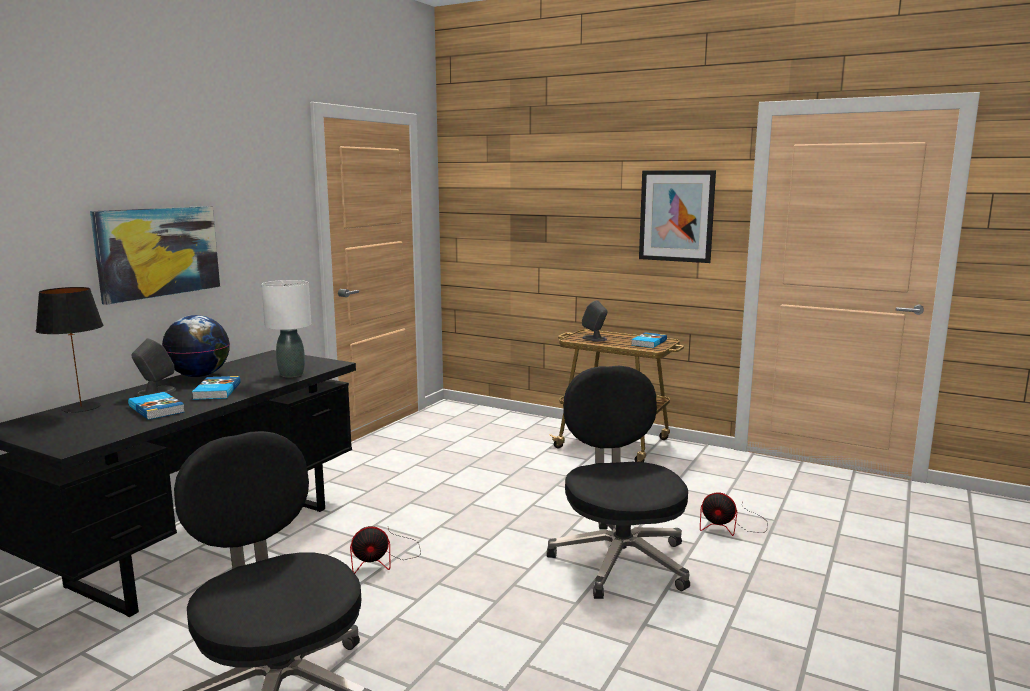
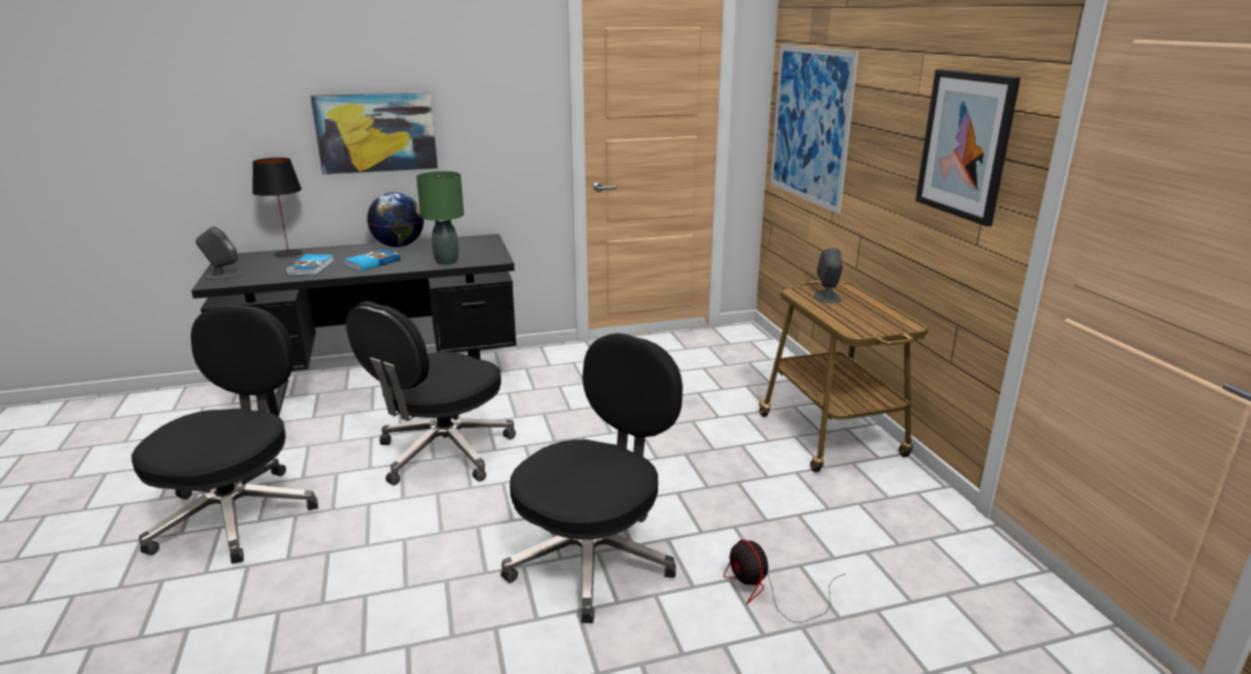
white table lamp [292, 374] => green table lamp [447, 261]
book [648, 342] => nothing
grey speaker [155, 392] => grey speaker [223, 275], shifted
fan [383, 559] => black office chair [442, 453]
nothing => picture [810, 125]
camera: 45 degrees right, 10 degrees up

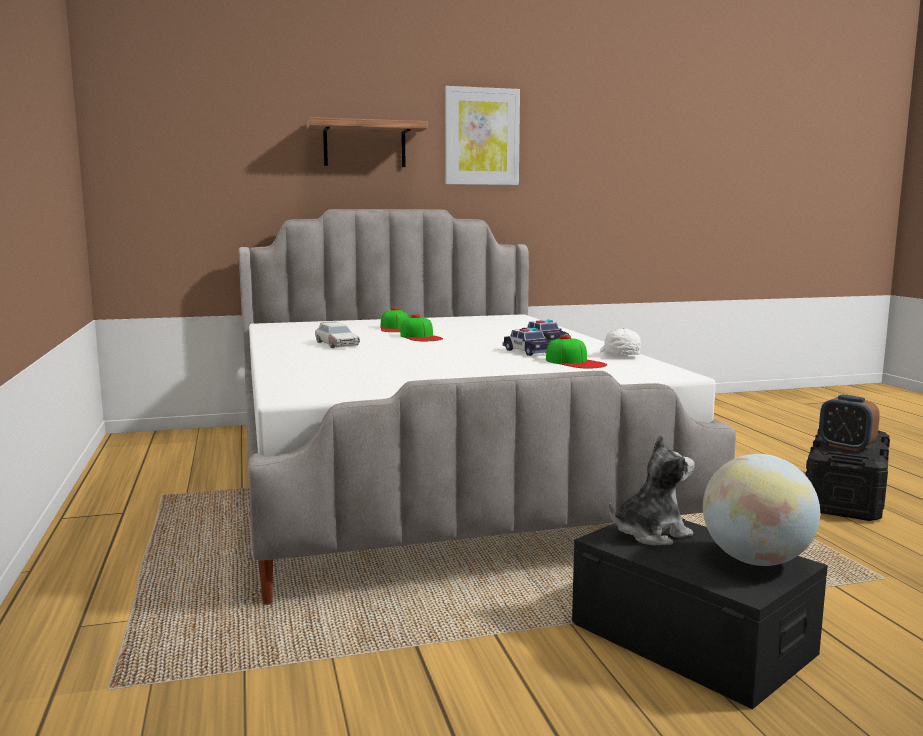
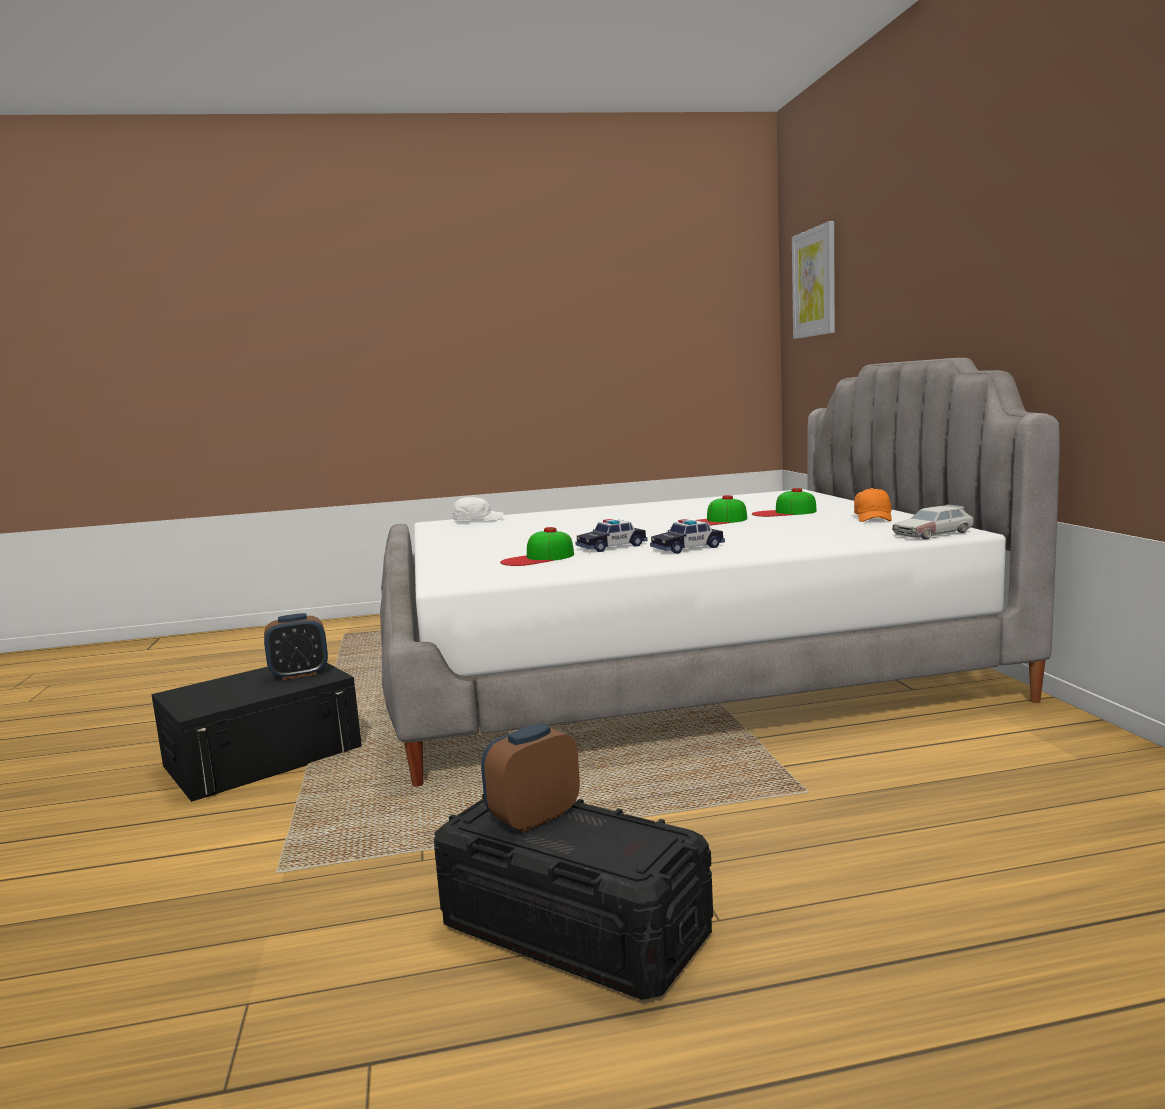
picture [482, 137] => picture [814, 283], shifted
shelf [364, 145] => nothing
toy car [336, 344] => toy car [933, 534], shifted
white cap [619, 355] => white cap [477, 520], shifted
plush toy [650, 533] => alarm clock [299, 674]
globe [756, 560] => nothing
nothing => orange cap [873, 518]
camera: 95 degrees right, 0 degrees up

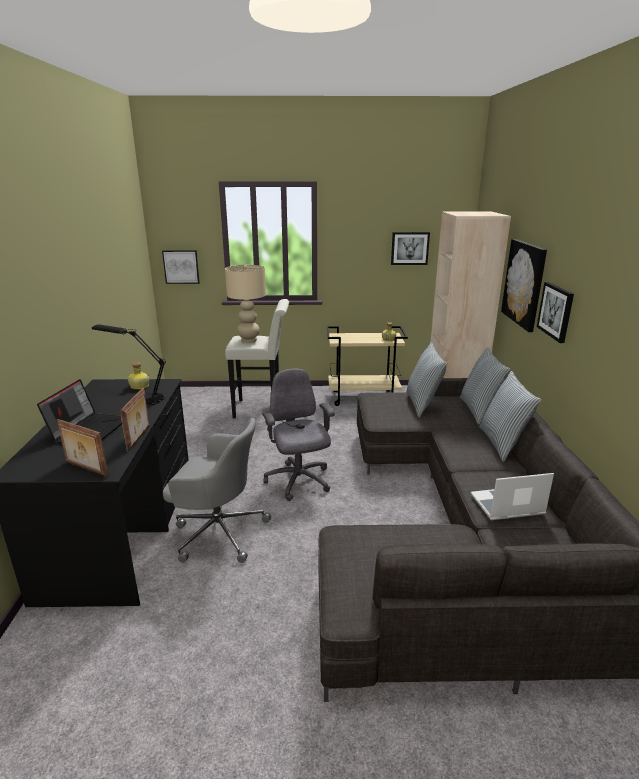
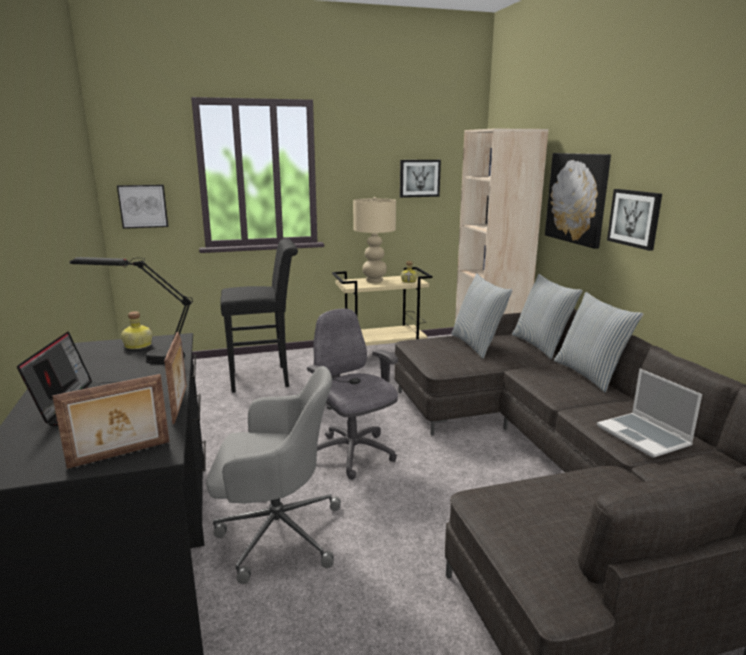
beige table lamp [248, 340] => beige table lamp [374, 280], shifted
white stool [262, 409] => black stool [265, 378]
picture frame [86, 469] => picture frame [120, 455], 45 degrees counterclockwise
laptop [506, 505] => laptop [644, 436], 90 degrees counterclockwise
camera: 15 degrees left, 5 degrees down

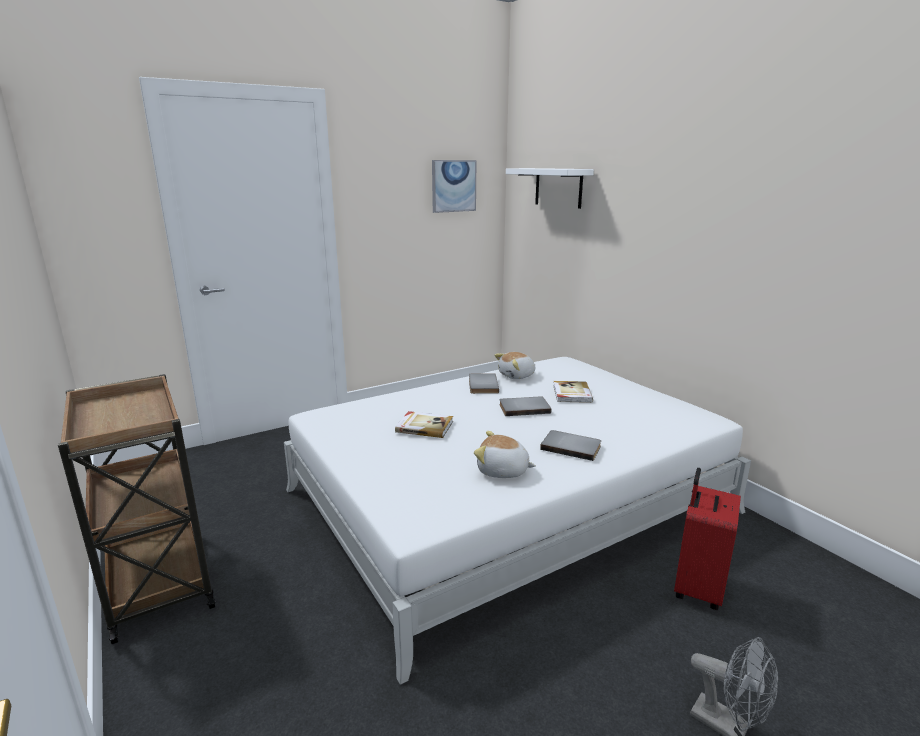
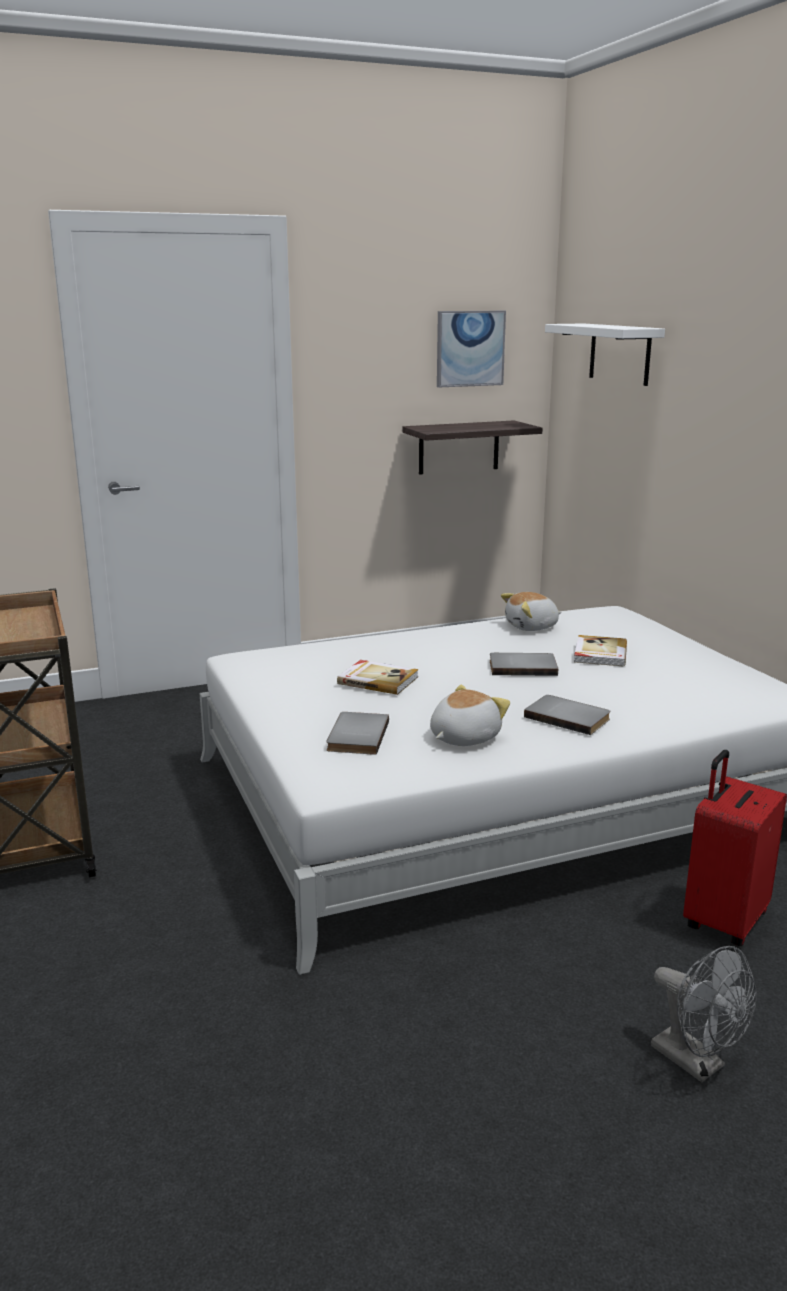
grey book [481, 385] => grey book [355, 736], shifted
plush toy [502, 471] => plush toy [463, 737], 105 degrees clockwise
nothing => shelf [459, 447]
camera: 10 degrees right, 0 degrees up

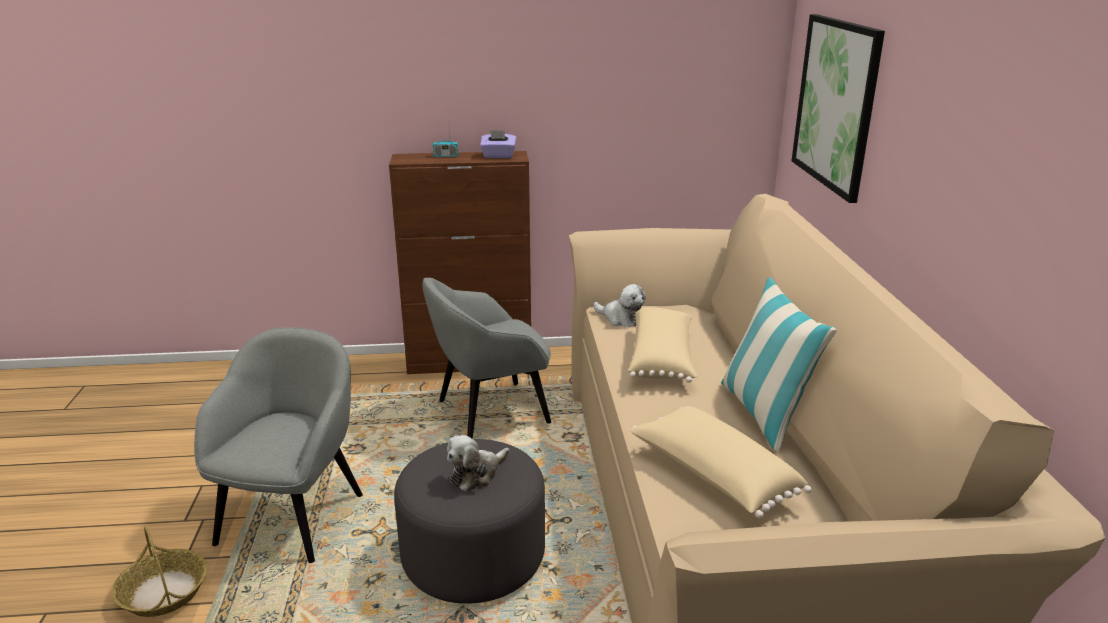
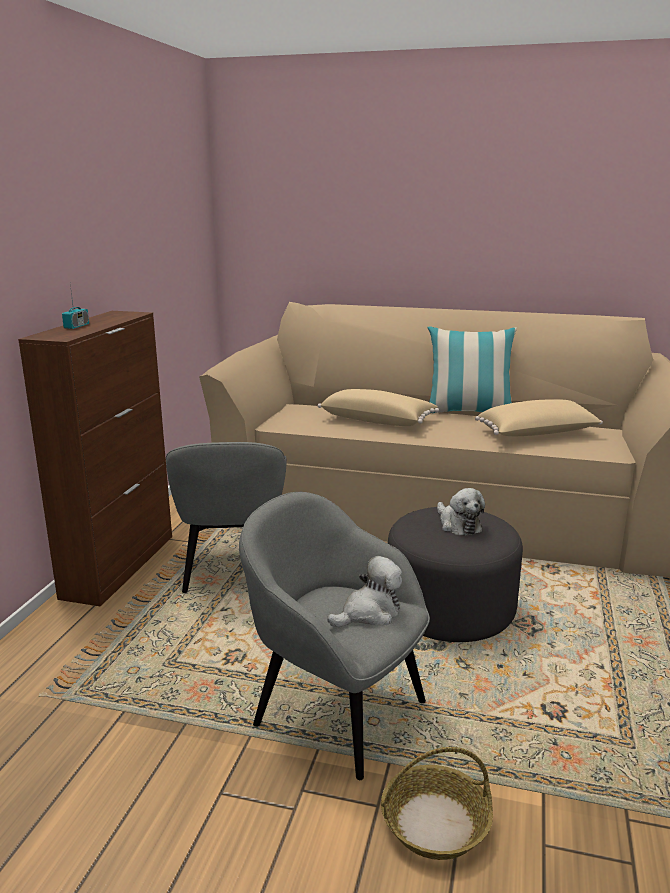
picture [836, 104] => nothing
purple tissue box [498, 156] => nothing
plush toy [621, 318] => plush toy [369, 613], shifted
camera: 70 degrees left, 5 degrees down

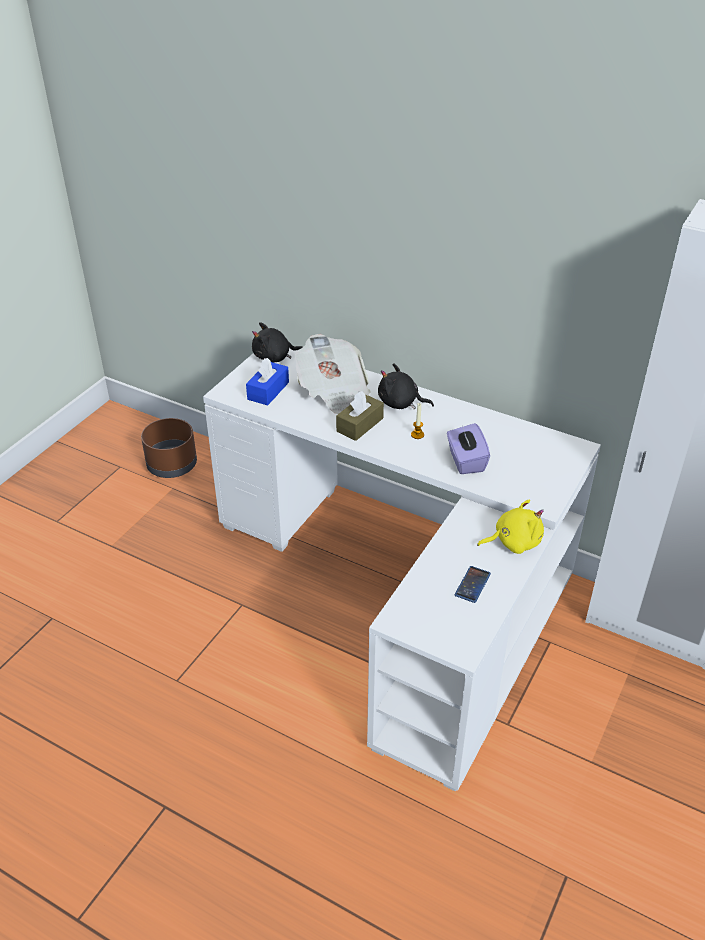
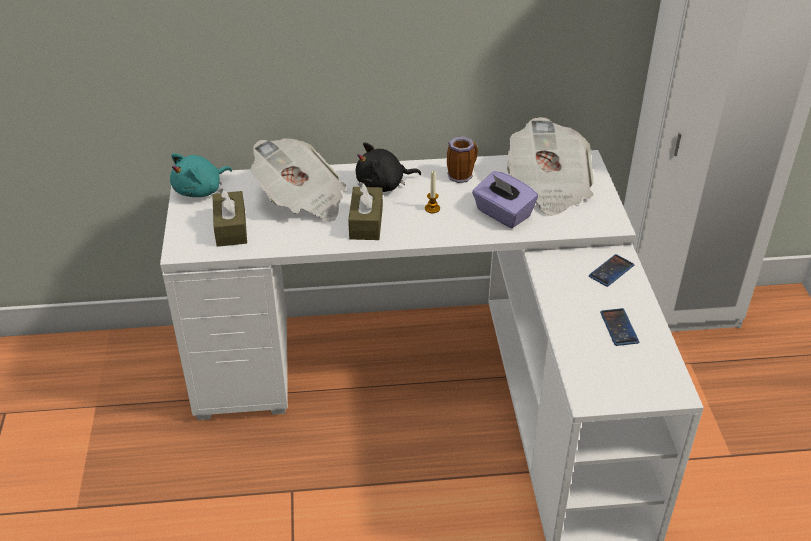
black plush toy [274, 357] => turquoise plush toy [200, 190]
blue tissue box [268, 391] => brown tissue box [231, 228]
brown planter [172, 465] => nothing
yellow plush toy [513, 542] => phone [611, 271]
nothing => newspaper [548, 187]
nothing => mug [461, 175]
camera: 35 degrees left, 0 degrees up

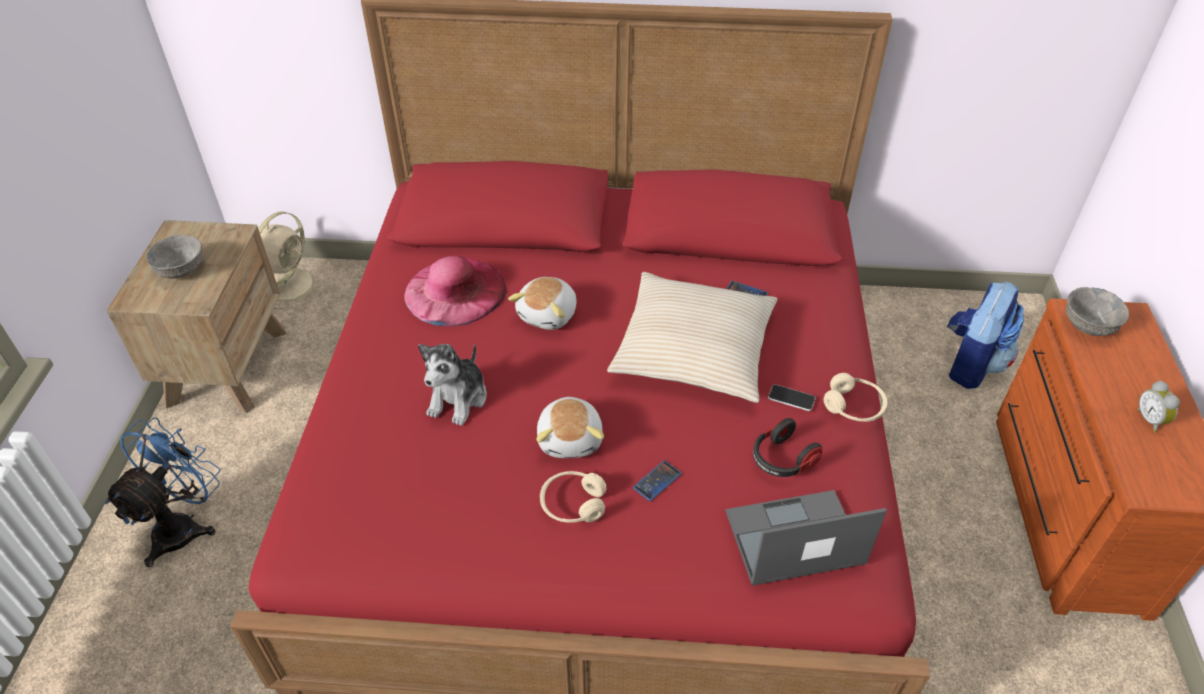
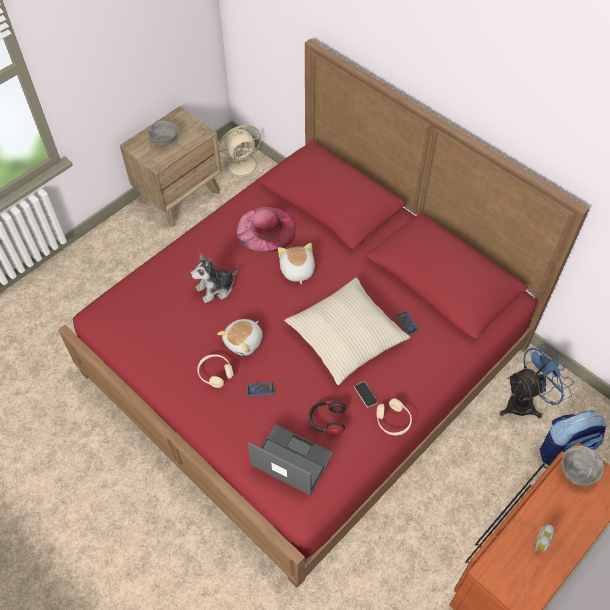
plush toy [549, 314] => plush toy [297, 270], 105 degrees clockwise
blue fan [184, 525] => blue fan [526, 402], shifted
camera: 40 degrees right, 10 degrees up

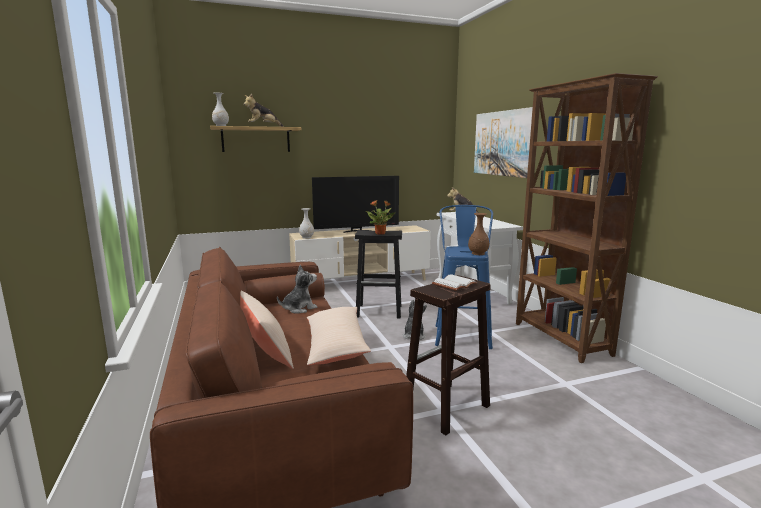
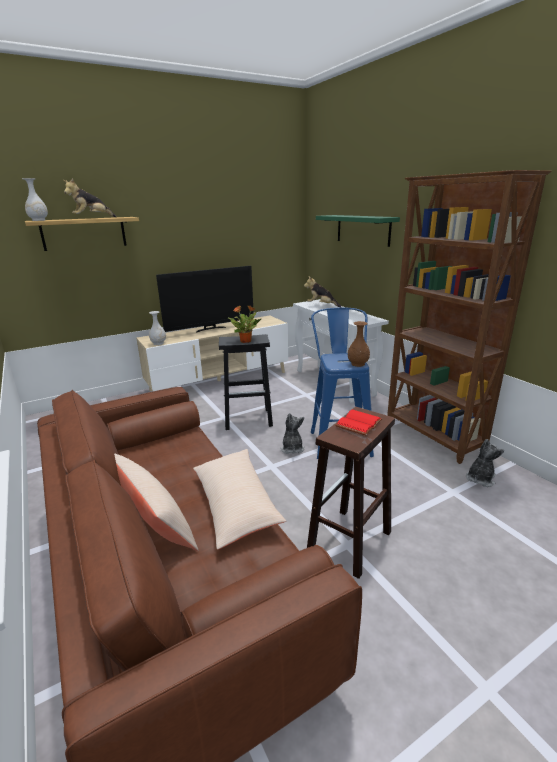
picture [503, 143] => green shelf [363, 229]
plush toy [299, 308] => plush toy [480, 479], shifted
white book [454, 284] => red book [359, 424]
camera: 10 degrees left, 10 degrees up

